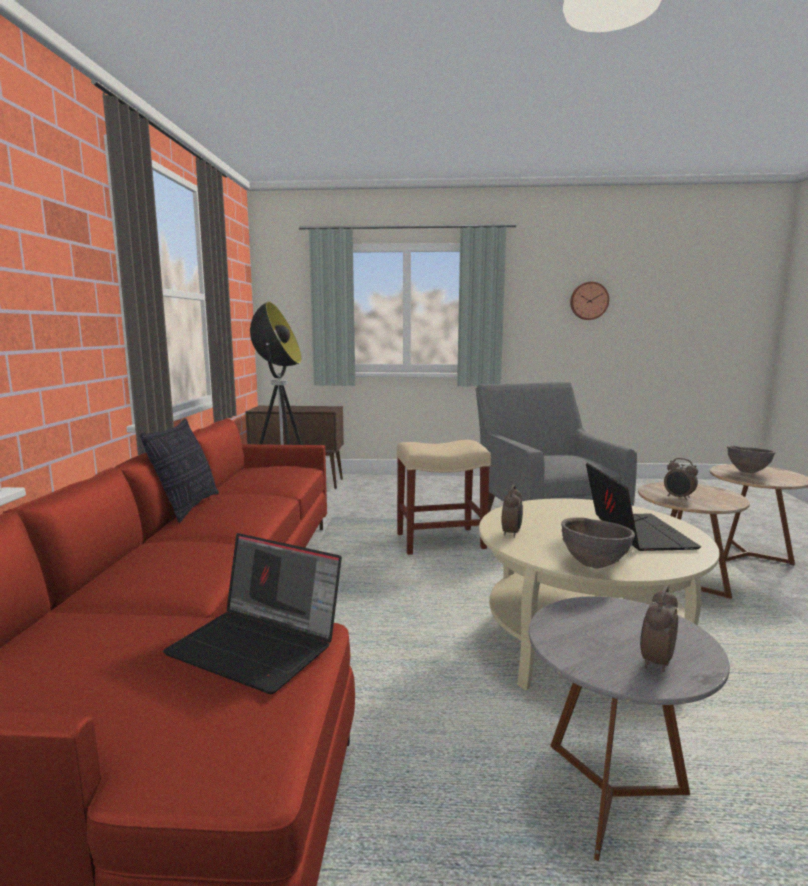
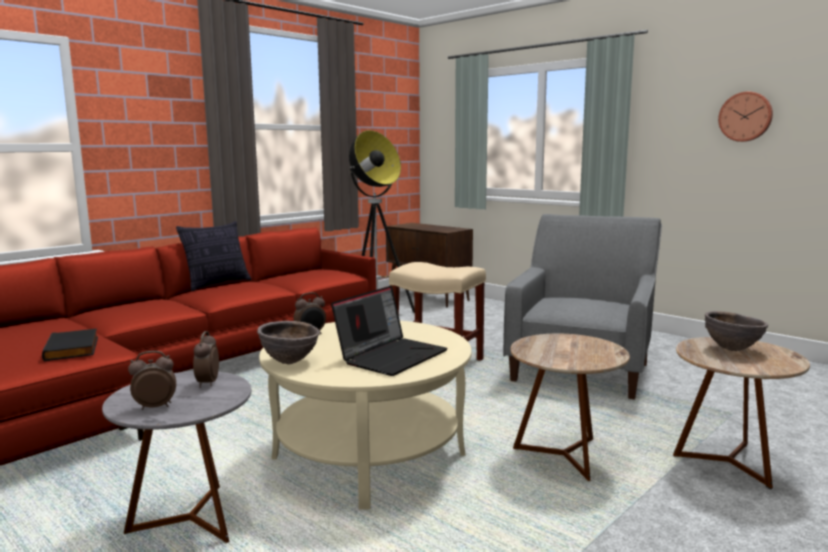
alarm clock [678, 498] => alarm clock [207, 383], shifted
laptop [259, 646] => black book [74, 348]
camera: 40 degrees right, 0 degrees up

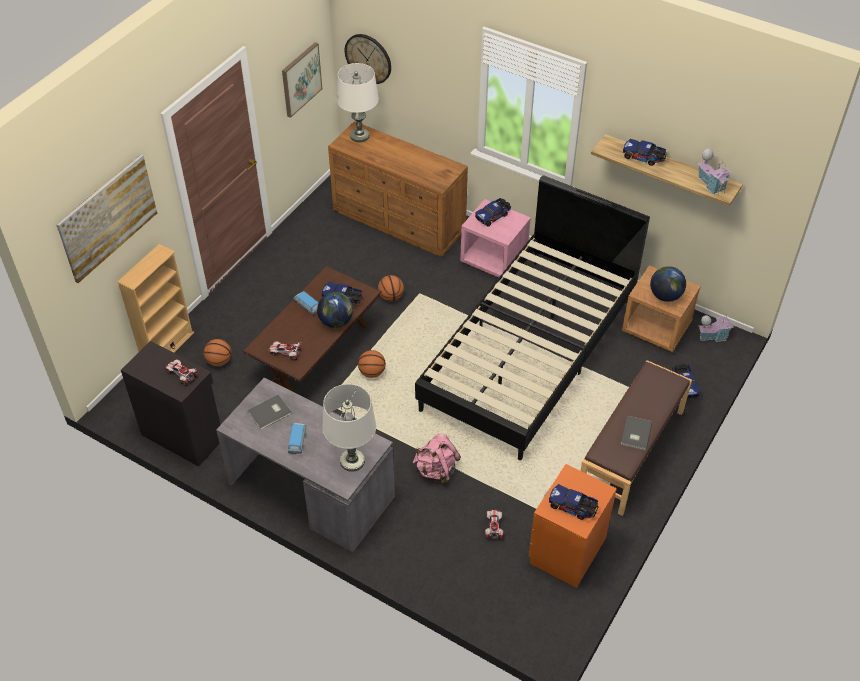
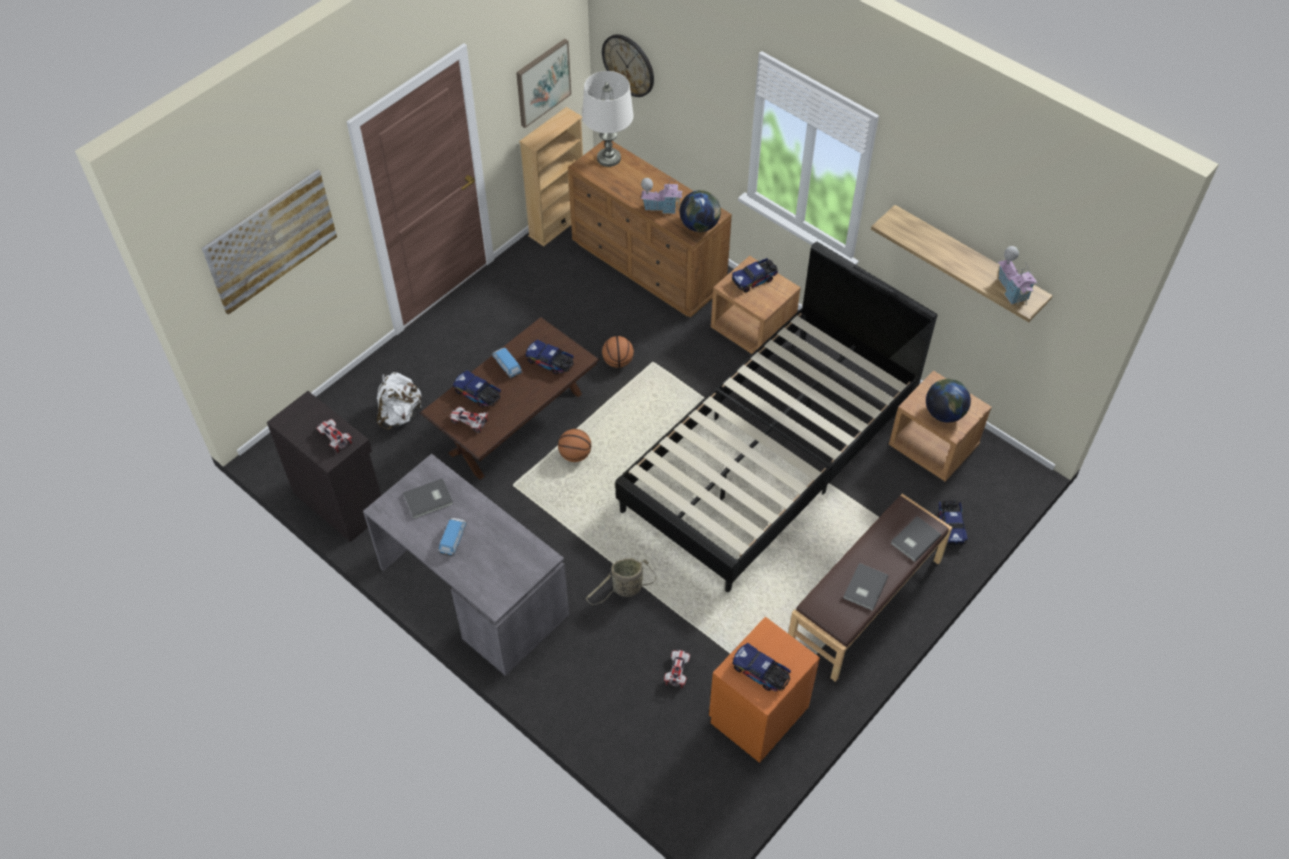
toy truck [644, 158] => toy truck [478, 395], shifted
pink nightstand [494, 259] => brown nightstand [753, 330]
beige bookcase [167, 347] => beige bookcase [557, 224], shifted
globe [336, 321] => globe [699, 225], shifted
toy house [712, 336] => toy house [661, 207], shifted
basketball [219, 361] => white backpack [400, 415]
white table lamp [352, 461] => nothing
pink backpack [436, 470] => basket [625, 589]
nothing => grey book [914, 539]
camera: 10 degrees right, 5 degrees up

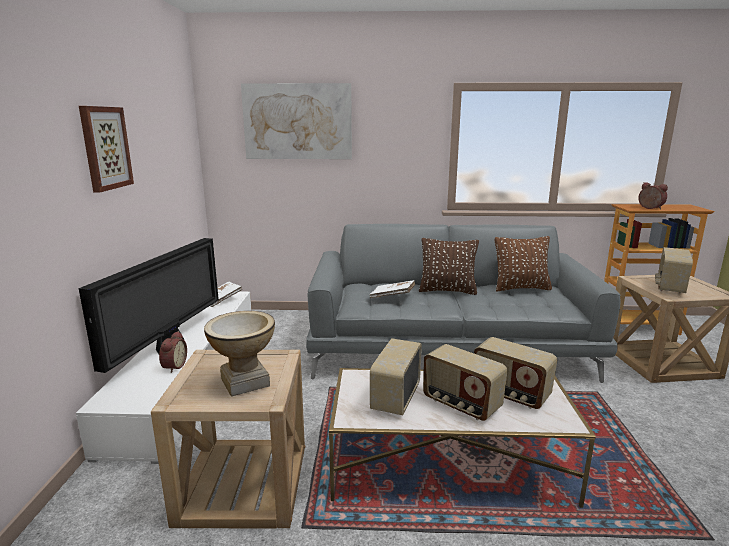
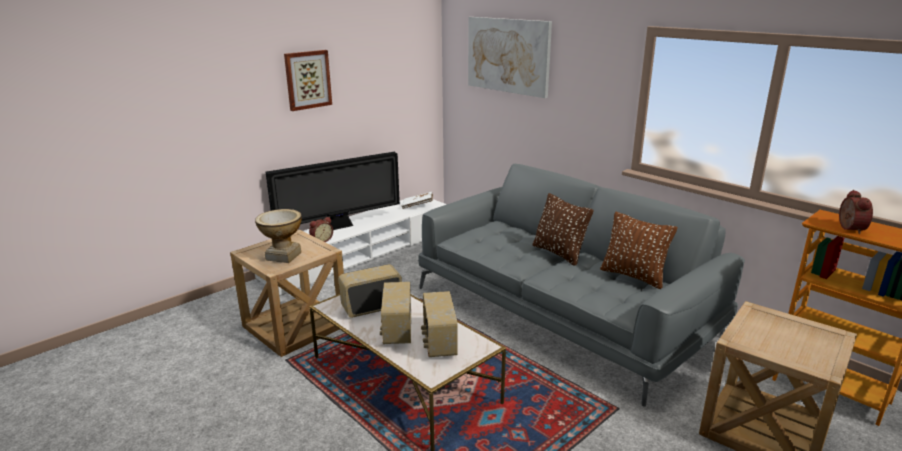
radio [669, 287] => nothing
white book [392, 296] => nothing
camera: 45 degrees right, 5 degrees up

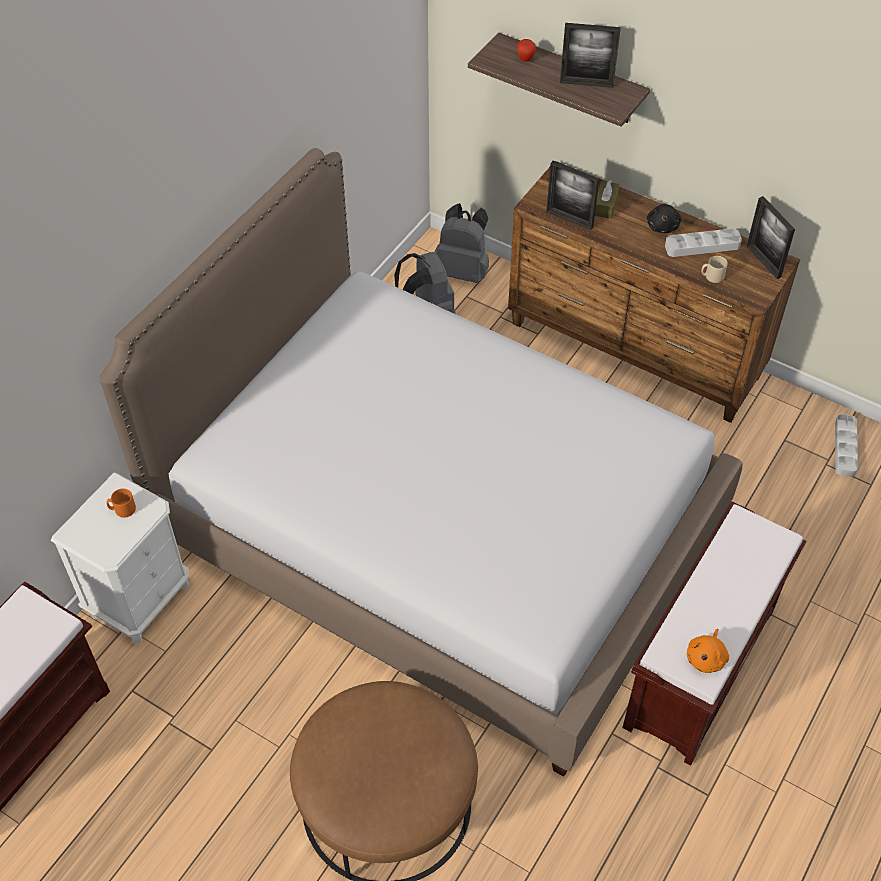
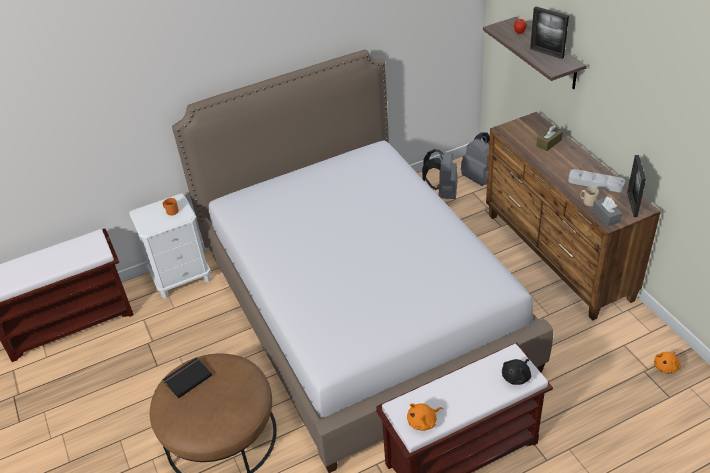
picture frame [569, 219] => nothing
black plush toy [662, 226] => black plush toy [517, 376], shifted
grey tray [845, 447] => orange plush toy [666, 367]
nothing => grey tissue box [606, 216]
nothing => black book [187, 378]
camera: 35 degrees right, 10 degrees down

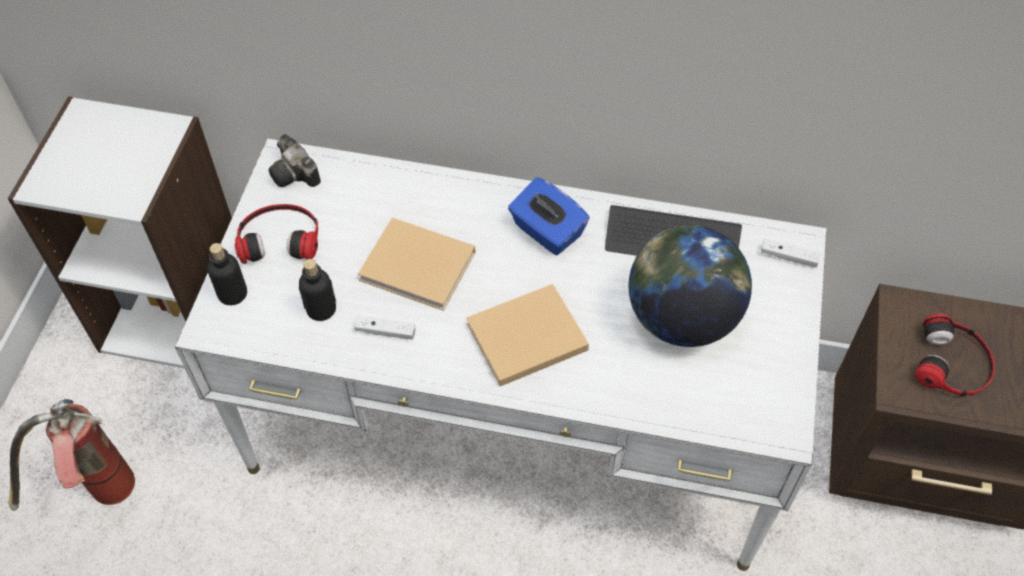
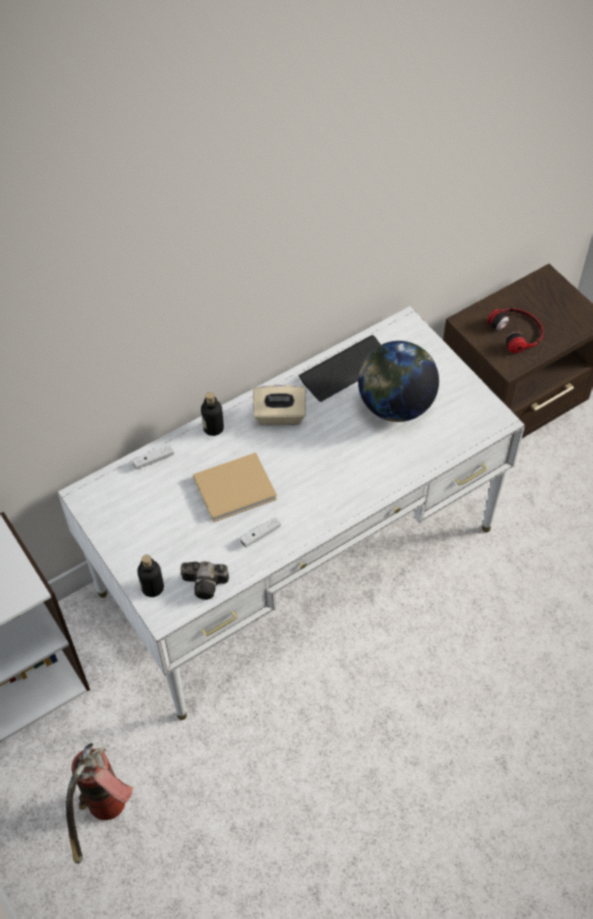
photo camera [296, 175] => photo camera [207, 584], shifted
blue tissue box [547, 231] => beige tissue box [279, 416]
headphones [279, 237] => nothing
white game controller [788, 257] => white game controller [153, 460], shifted
bottle [321, 309] => bottle [213, 428], shifted
beige book [523, 338] => nothing
camera: 45 degrees left, 0 degrees up

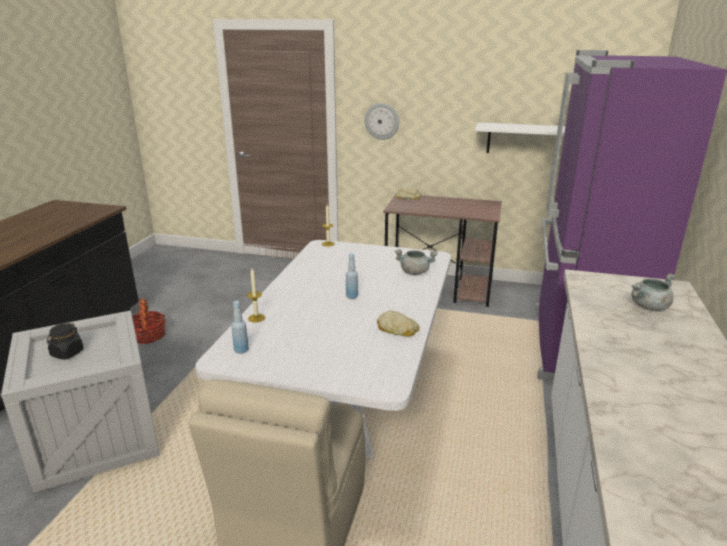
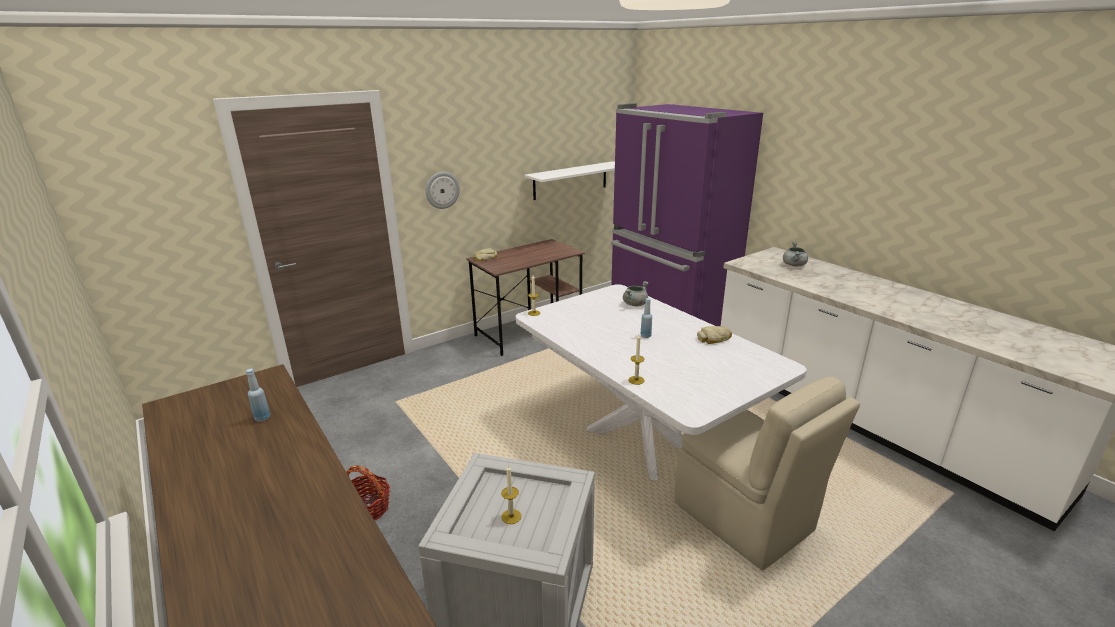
blue bottle [241, 350] => blue bottle [262, 418], shifted
black jar [67, 353] => candle [511, 516]
camera: 50 degrees left, 0 degrees up

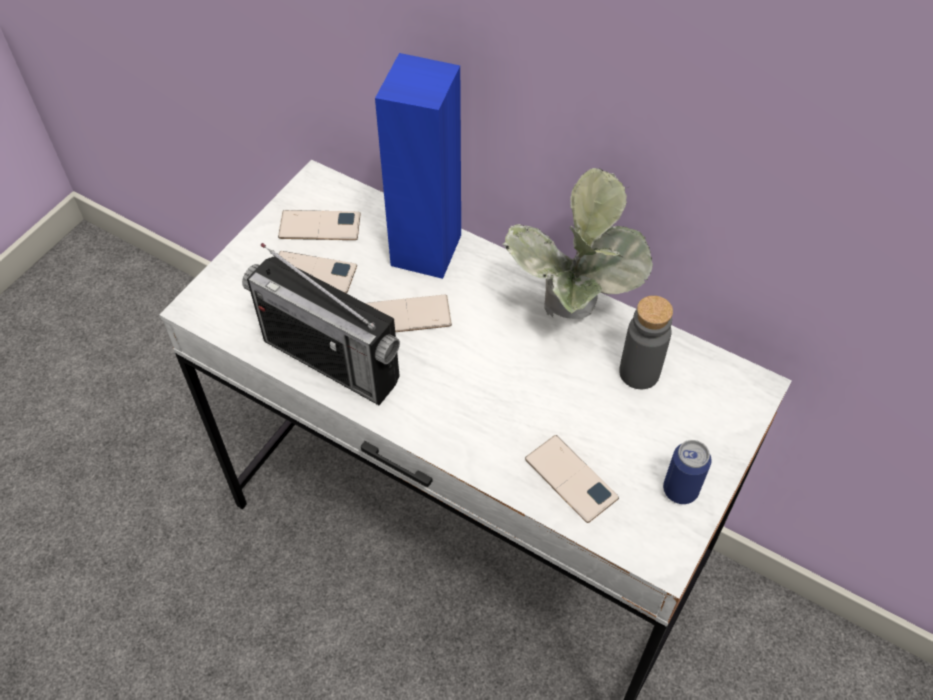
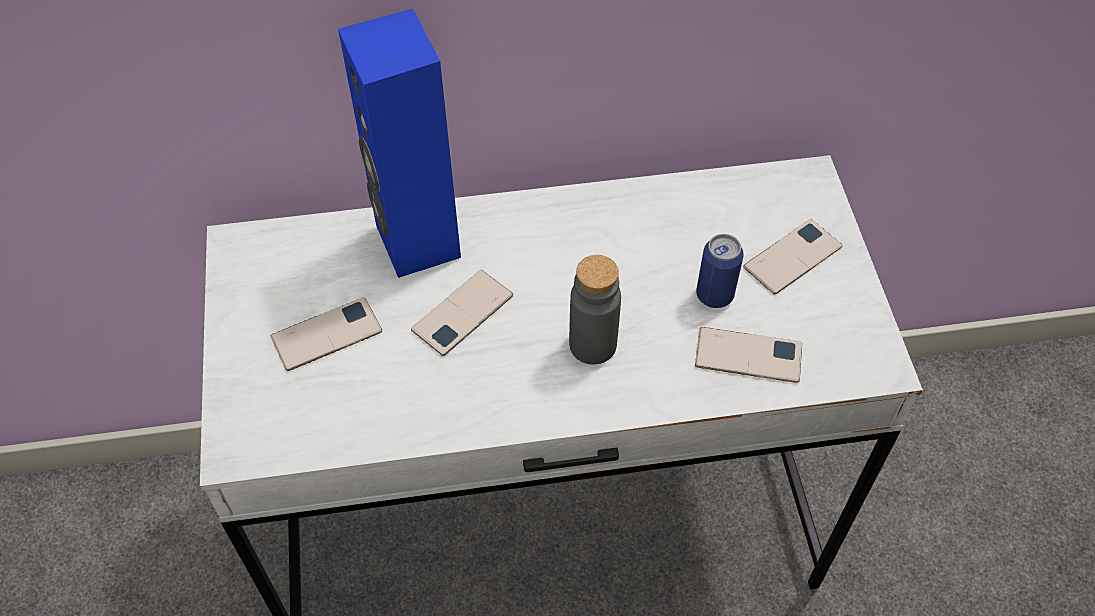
potted plant [571, 319] => nothing
phone [319, 226] => phone [792, 257], shifted
radio [331, 360] => nothing
grey bottle [639, 372] => grey bottle [592, 344], shifted
can [680, 490] => can [714, 295], shifted
camera: 40 degrees left, 0 degrees up

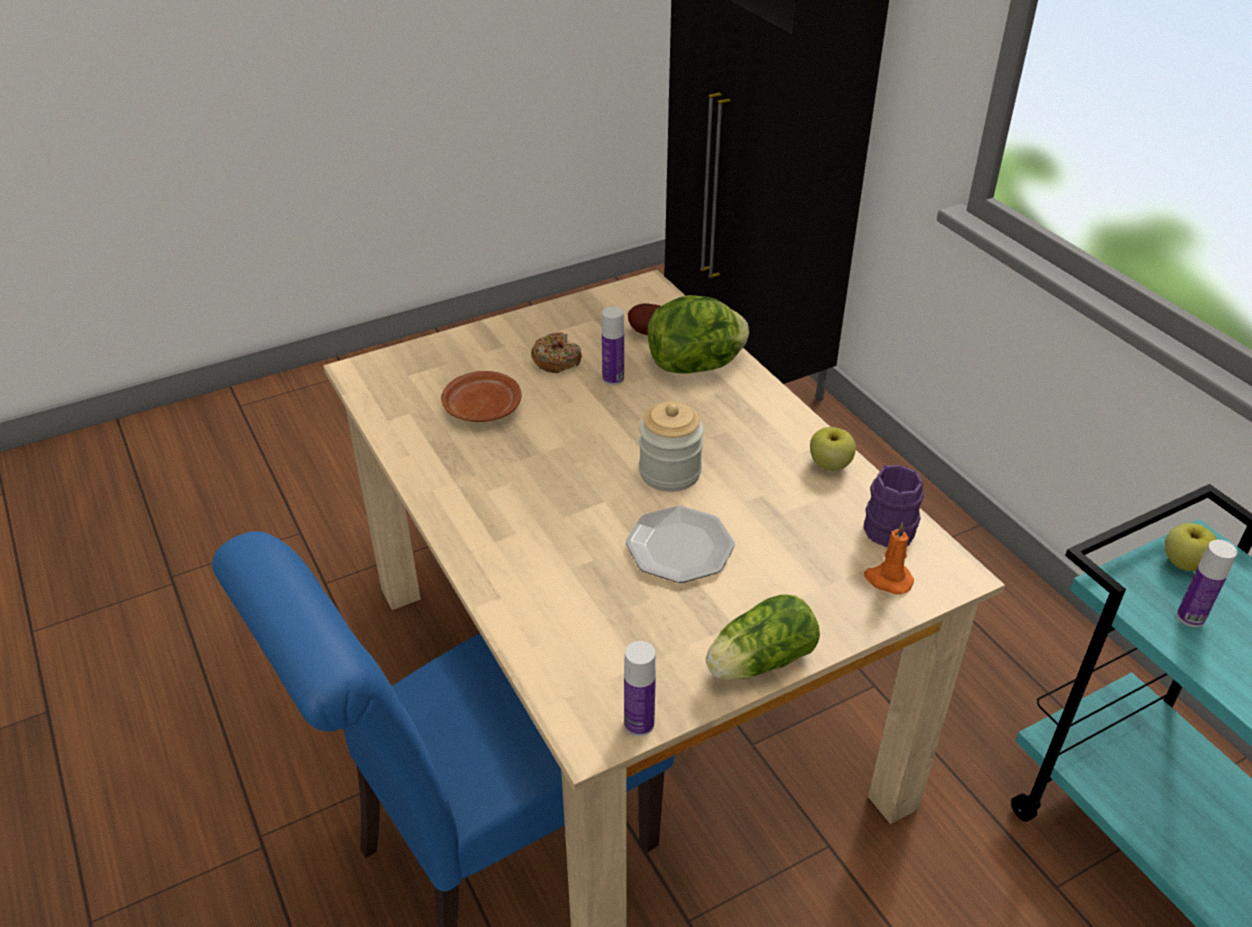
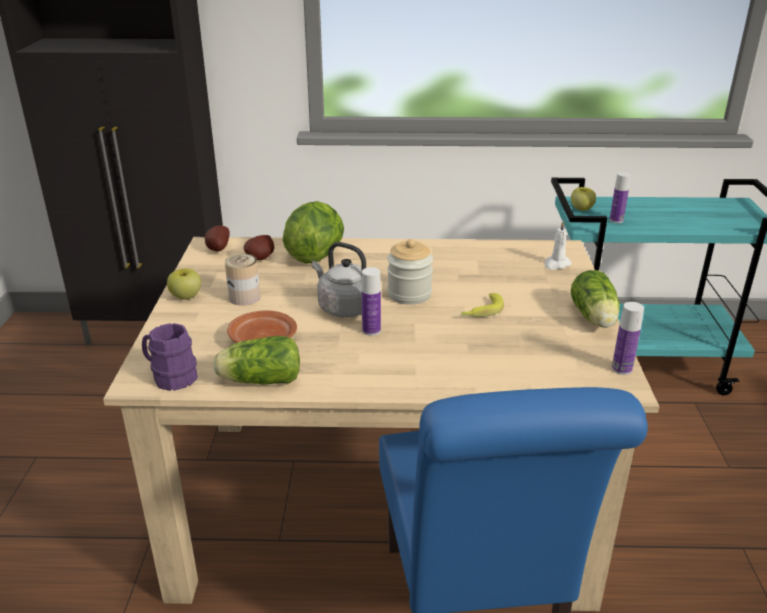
bottle [613, 378] => bottle [371, 330], shifted
donut [556, 360] => can [244, 297]
apple [829, 465] => apple [186, 296], shifted
purple mug [886, 525] => purple mug [170, 377], shifted
plate [680, 547] => banana [481, 311]
orange candle [887, 579] => white candle [556, 264]
nothing => potato [217, 249]
nothing => grey kettle [344, 307]
nothing => lettuce [258, 380]
camera: 60 degrees left, 10 degrees down

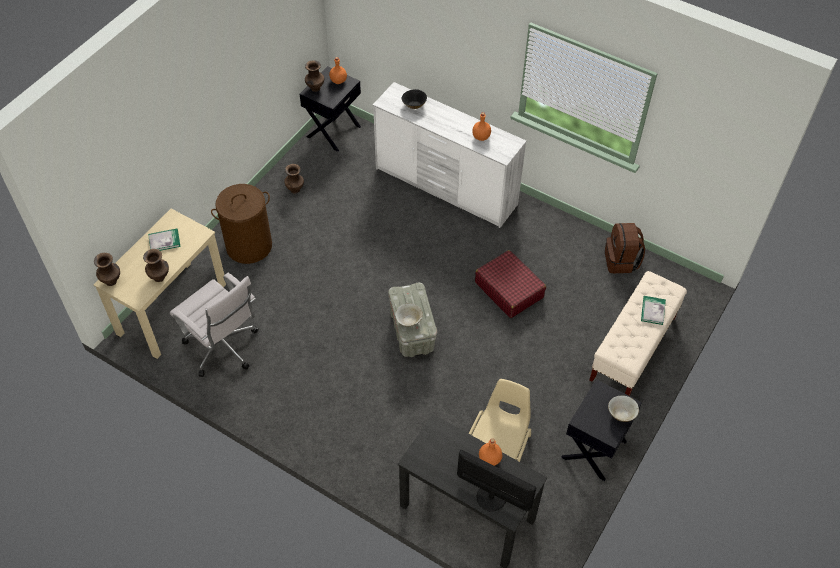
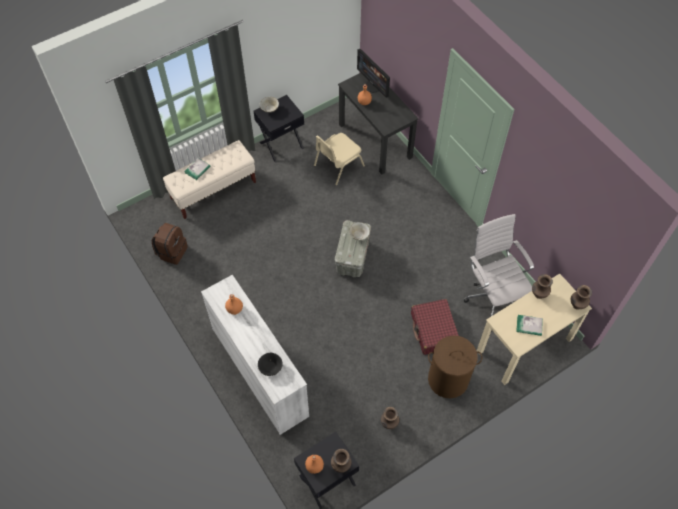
red suitcase [509, 289] => red suitcase [434, 330], shifted
camera: 155 degrees left, 5 degrees up

